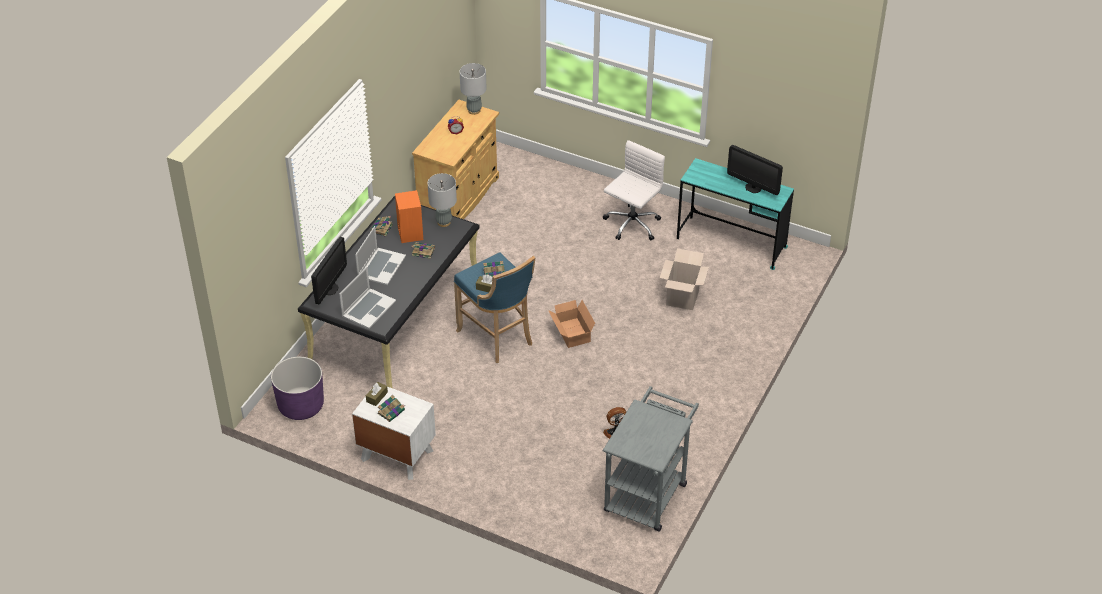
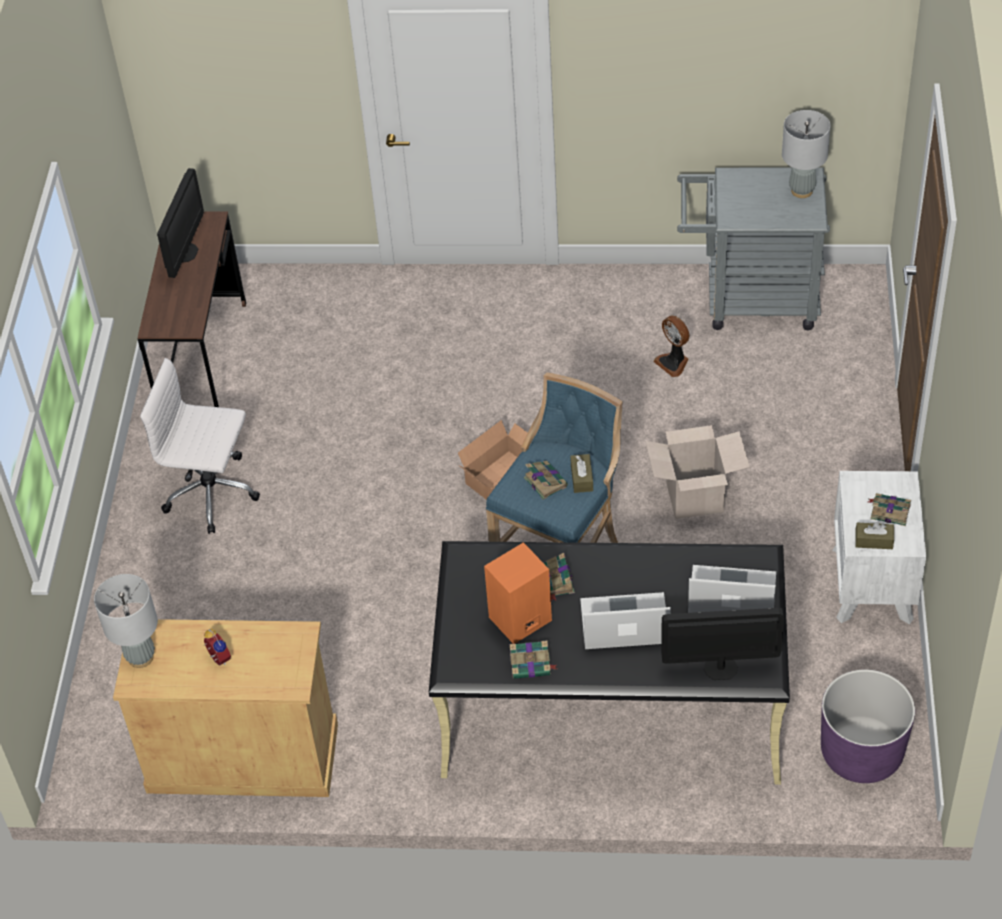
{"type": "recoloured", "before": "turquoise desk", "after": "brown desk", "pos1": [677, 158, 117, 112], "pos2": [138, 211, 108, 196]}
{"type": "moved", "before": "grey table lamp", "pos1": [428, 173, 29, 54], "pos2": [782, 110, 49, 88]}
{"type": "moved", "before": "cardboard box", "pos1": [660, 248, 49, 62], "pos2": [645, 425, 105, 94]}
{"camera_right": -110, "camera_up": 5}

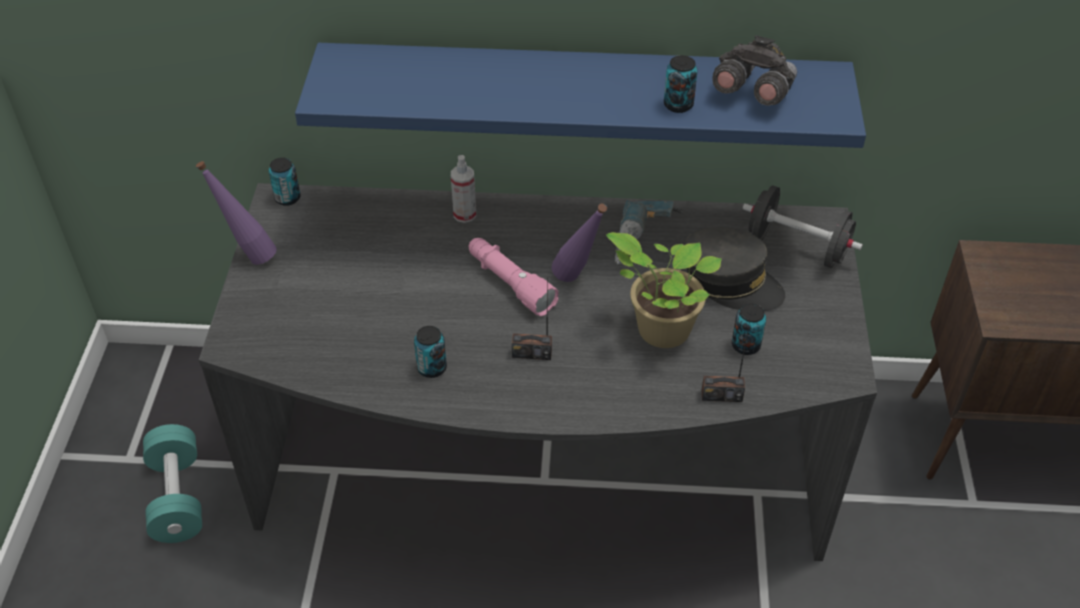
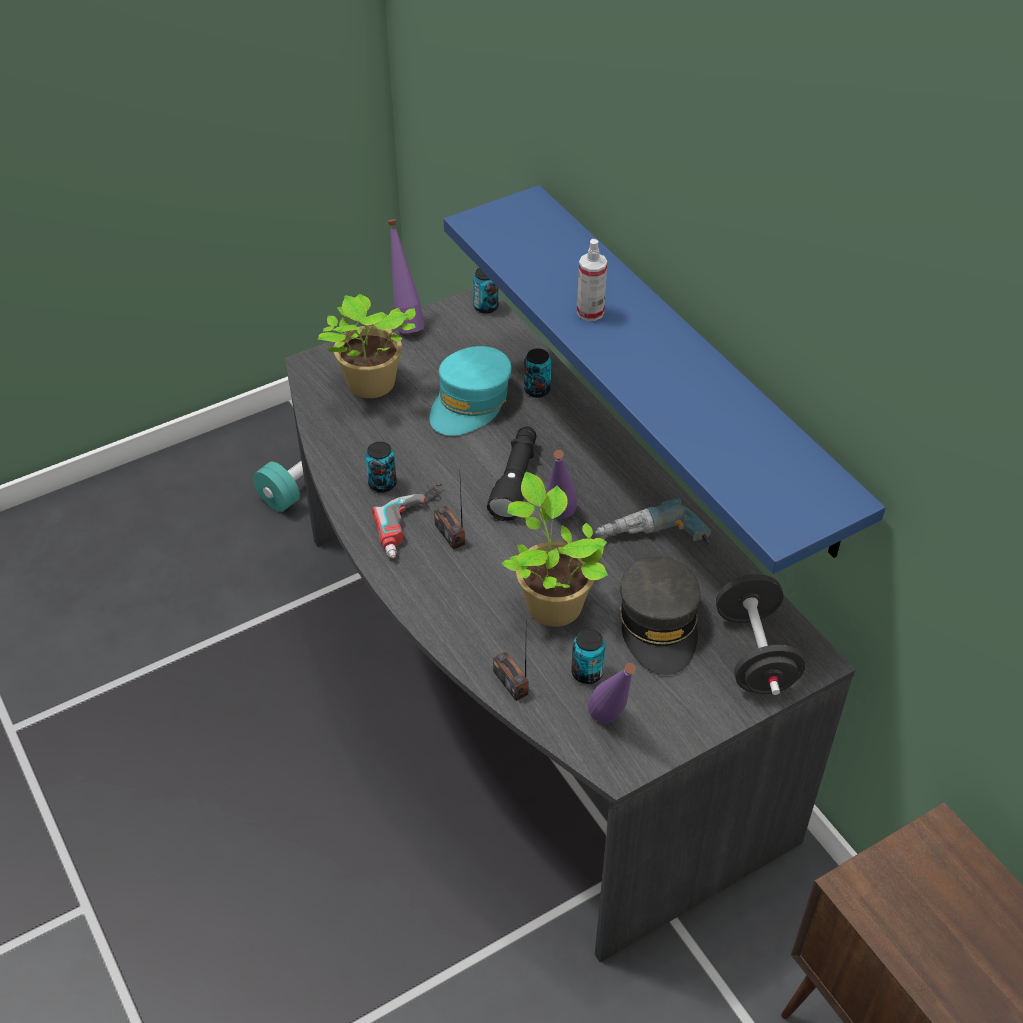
{"type": "removed", "before": "grey binoculars", "pos1": [712, 35, 85, 71]}
{"type": "moved", "before": "can", "pos1": [664, 55, 34, 58], "pos2": [524, 348, 27, 50]}
{"type": "moved", "before": "spray bottle", "pos1": [451, 155, 25, 68], "pos2": [577, 239, 30, 82]}
{"type": "recoloured", "before": "pink flashlight", "after": "black flashlight", "pos1": [469, 238, 90, 78], "pos2": [487, 426, 50, 95]}
{"type": "added", "after": "potted plant", "pos2": [318, 294, 98, 104]}
{"type": "added", "after": "turquoise cap", "pos2": [430, 346, 81, 90]}
{"type": "added", "after": "power drill", "pos2": [372, 483, 70, 75]}
{"type": "added", "after": "purple bottle", "pos2": [588, 663, 48, 60]}
{"camera_right": 55, "camera_up": 0}

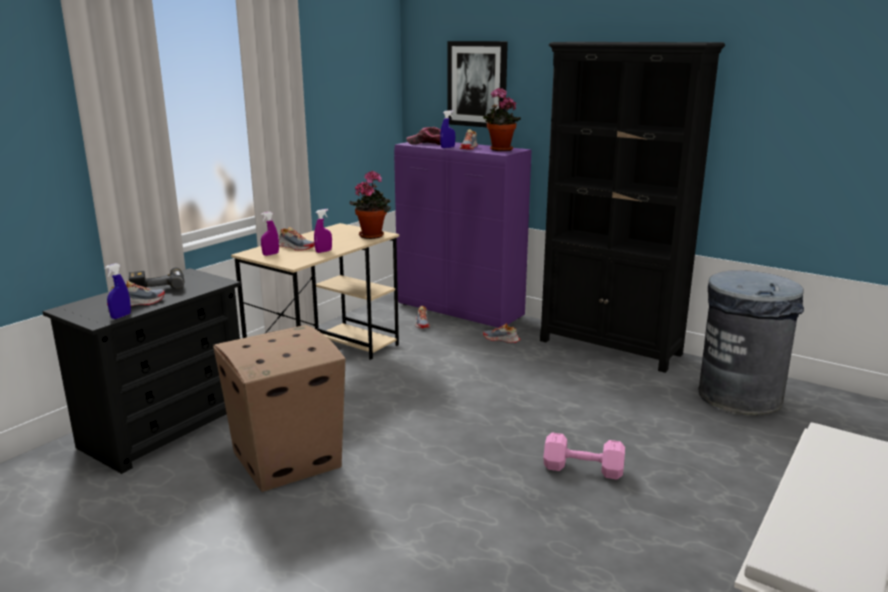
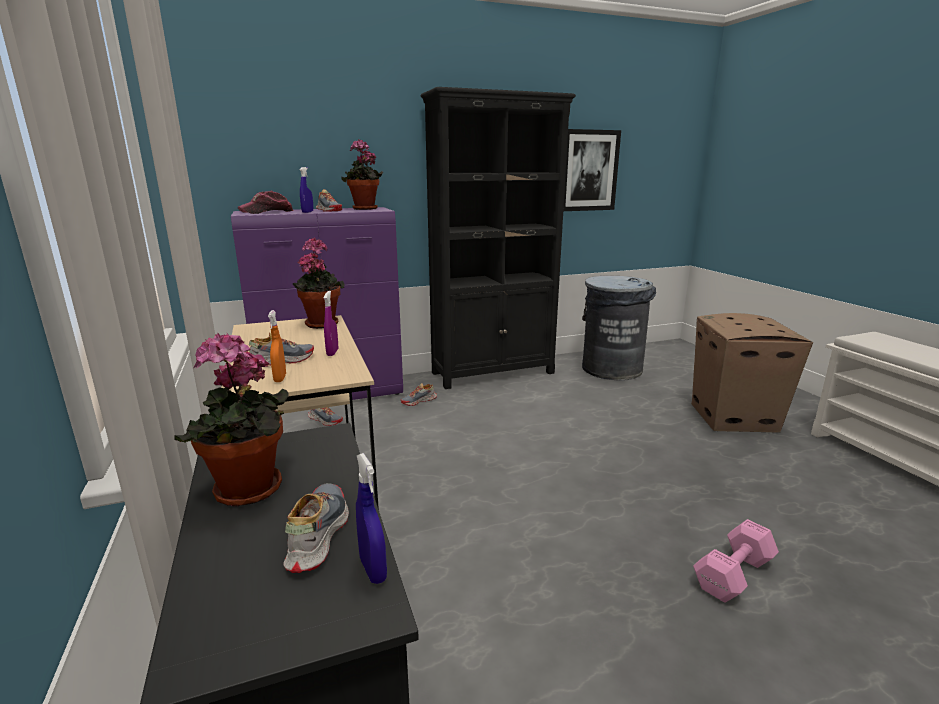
{"type": "moved", "before": "picture", "pos1": [447, 41, 61, 86], "pos2": [563, 129, 58, 82]}
{"type": "recoloured", "before": "purple spray bottle", "after": "orange spray bottle", "pos1": [261, 212, 18, 44], "pos2": [268, 310, 18, 72]}
{"type": "replaced", "before": "power drill", "after": "potted plant", "pos1": [129, 268, 55, 21], "pos2": [174, 333, 115, 174]}
{"type": "moved", "before": "cardboard box", "pos1": [213, 325, 133, 167], "pos2": [691, 313, 122, 120]}
{"type": "moved", "before": "pink dumbbell", "pos1": [543, 432, 82, 48], "pos2": [693, 519, 86, 84]}
{"camera_right": -55, "camera_up": 0}

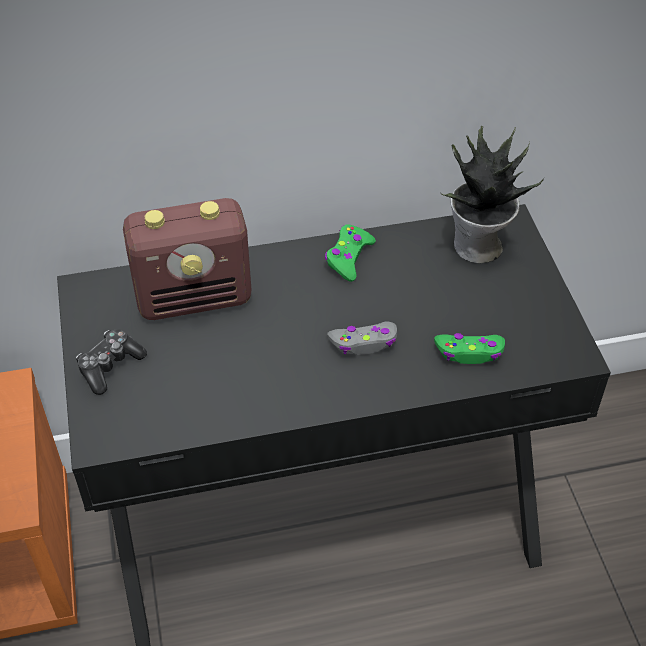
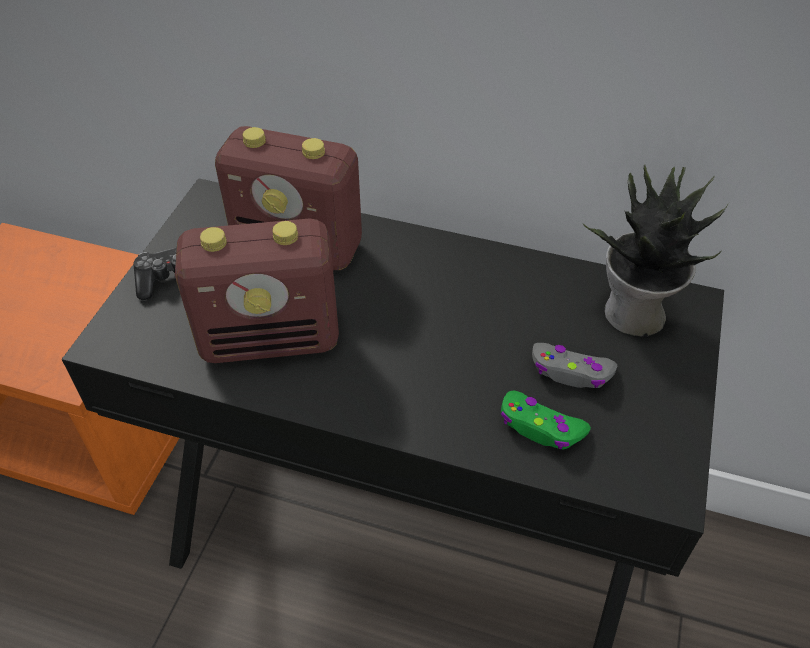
{"type": "removed", "before": "green game controller", "pos1": [325, 224, 51, 58]}
{"type": "moved", "before": "grey game controller", "pos1": [327, 321, 70, 34], "pos2": [532, 343, 85, 45]}
{"type": "added", "after": "radio", "pos2": [175, 219, 164, 144]}
{"camera_right": 30, "camera_up": 0}

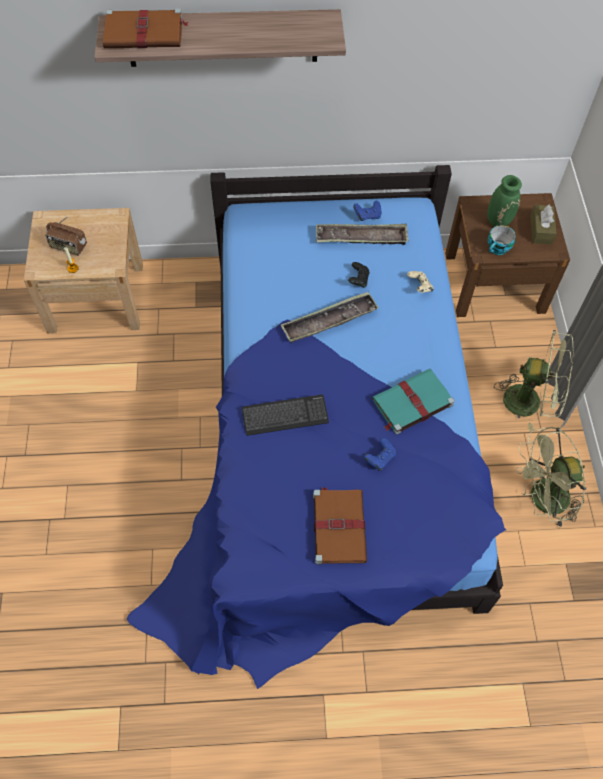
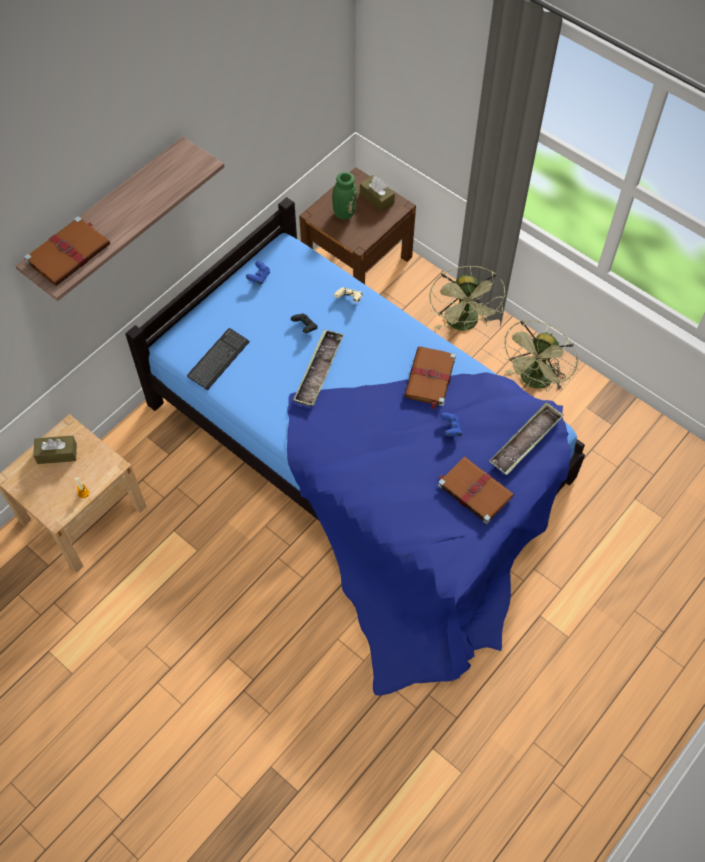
{"type": "removed", "before": "radio", "pos1": [45, 216, 42, 40]}
{"type": "moved", "before": "tray", "pos1": [316, 224, 93, 21], "pos2": [490, 402, 74, 73]}
{"type": "removed", "before": "cup", "pos1": [488, 225, 28, 30]}
{"type": "turned", "before": "green fan", "pos1": [494, 330, 80, 101], "pos2": [429, 265, 76, 66], "turn": 120}
{"type": "recoloured", "before": "turquoise book", "after": "brown book", "pos1": [372, 369, 83, 66], "pos2": [404, 347, 52, 62]}
{"type": "moved", "before": "keyboard", "pos1": [242, 395, 87, 41], "pos2": [187, 328, 63, 62]}
{"type": "added", "after": "brown tissue box", "pos2": [33, 435, 44, 29]}
{"camera_right": -45, "camera_up": 0}

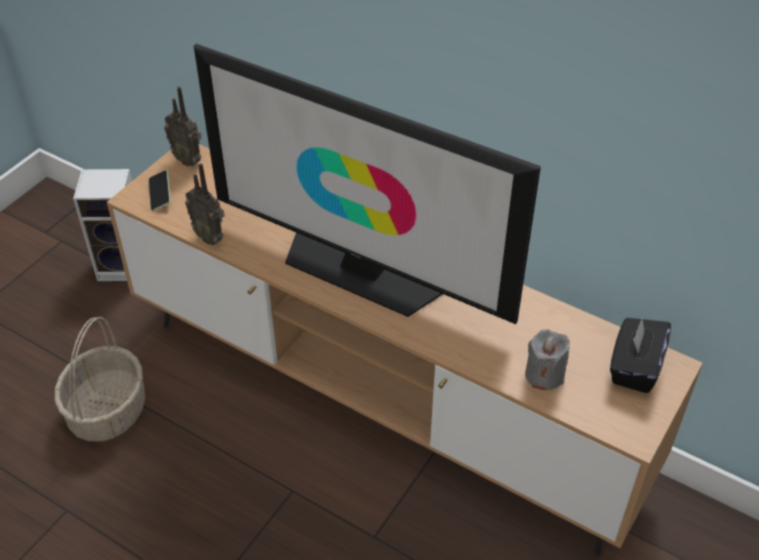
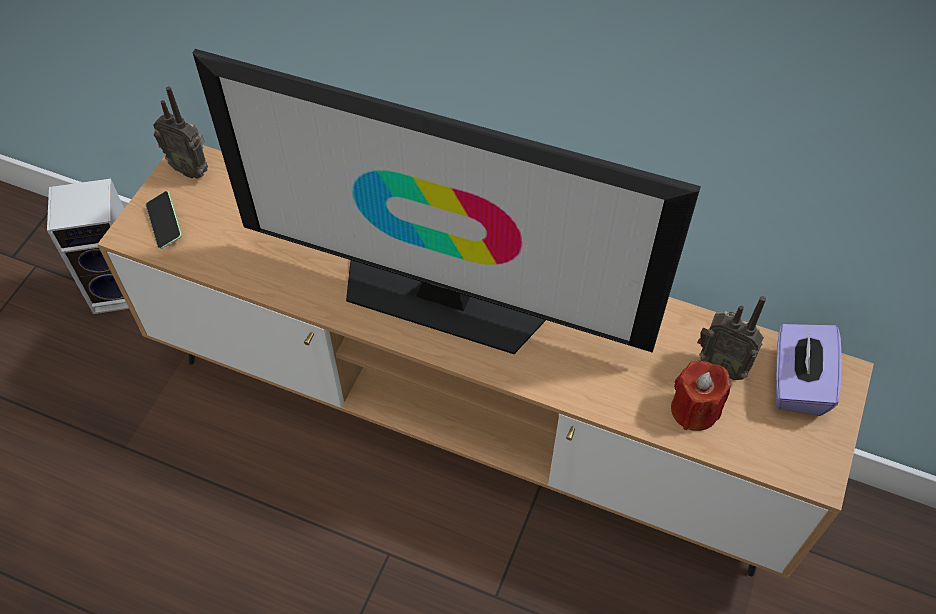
{"type": "moved", "before": "radio", "pos1": [185, 164, 39, 81], "pos2": [697, 296, 69, 84]}
{"type": "removed", "before": "basket", "pos1": [55, 317, 90, 124]}
{"type": "recoloured", "before": "black tissue box", "after": "purple tissue box", "pos1": [610, 318, 61, 75], "pos2": [776, 324, 66, 92]}
{"type": "recoloured", "before": "grey candle", "after": "red candle", "pos1": [525, 329, 45, 61], "pos2": [671, 360, 59, 71]}
{"camera_right": -10, "camera_up": 10}

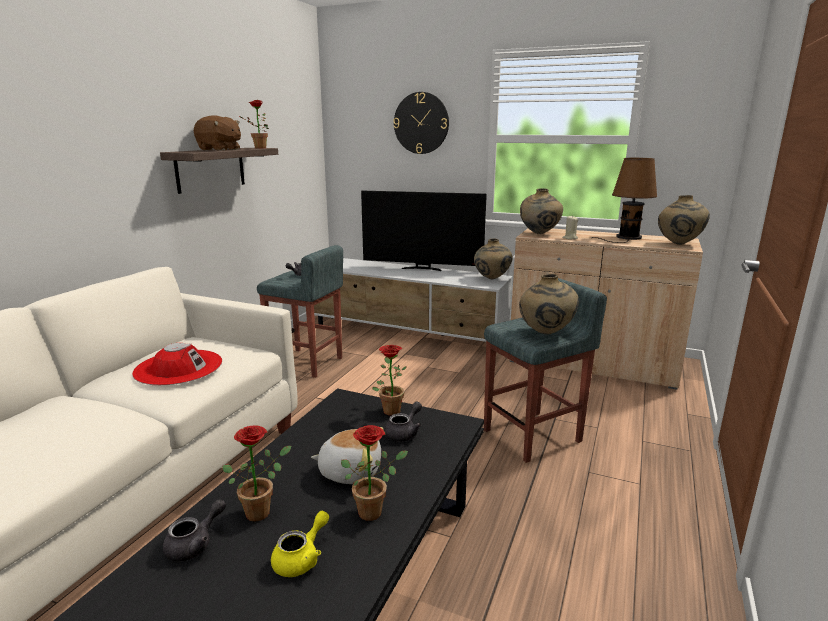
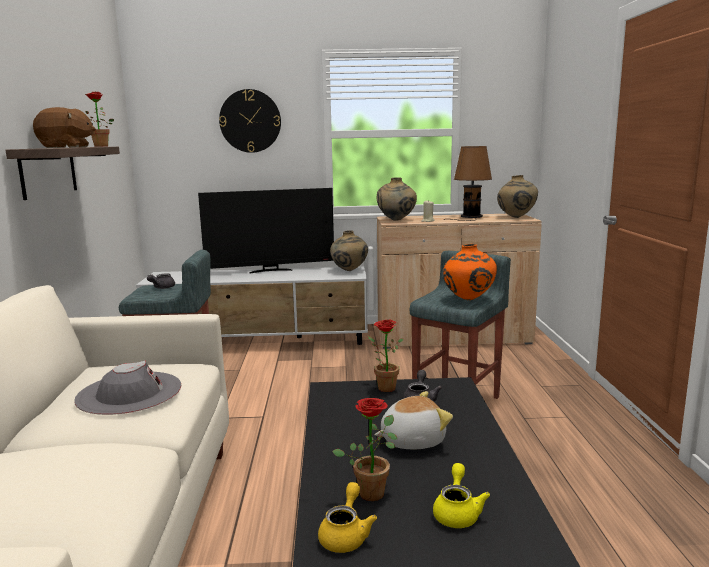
{"type": "recoloured", "before": "beige vase", "after": "orange vase", "pos1": [519, 274, 60, 61], "pos2": [443, 244, 54, 56]}
{"type": "recoloured", "before": "red hat", "after": "grey hat", "pos1": [132, 343, 90, 42], "pos2": [74, 361, 108, 54]}
{"type": "removed", "before": "potted plant", "pos1": [341, 425, 67, 96]}
{"type": "recoloured", "before": "grey teapot", "after": "yellow teapot", "pos1": [163, 499, 63, 63], "pos2": [318, 482, 59, 71]}
{"camera_right": -25, "camera_up": -5}

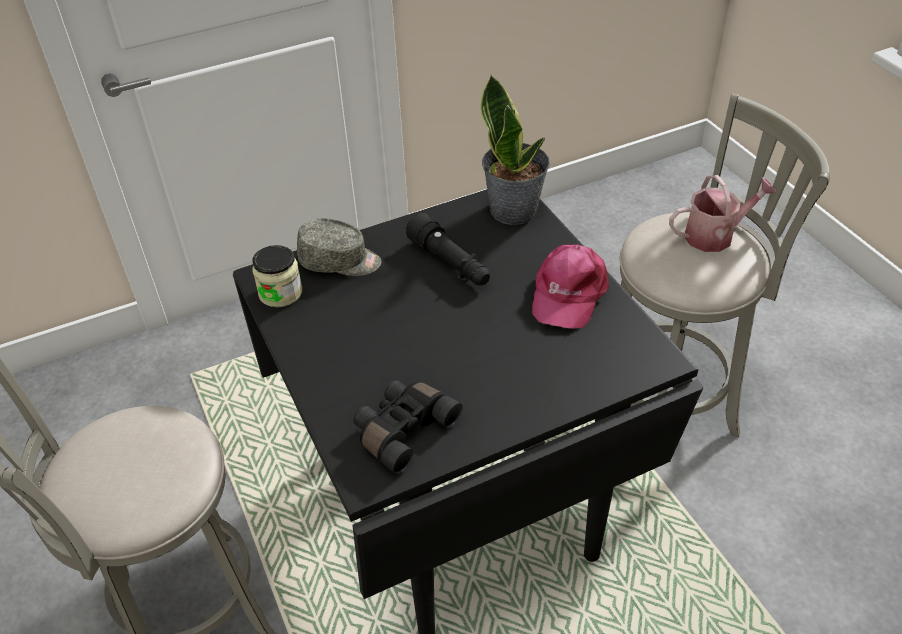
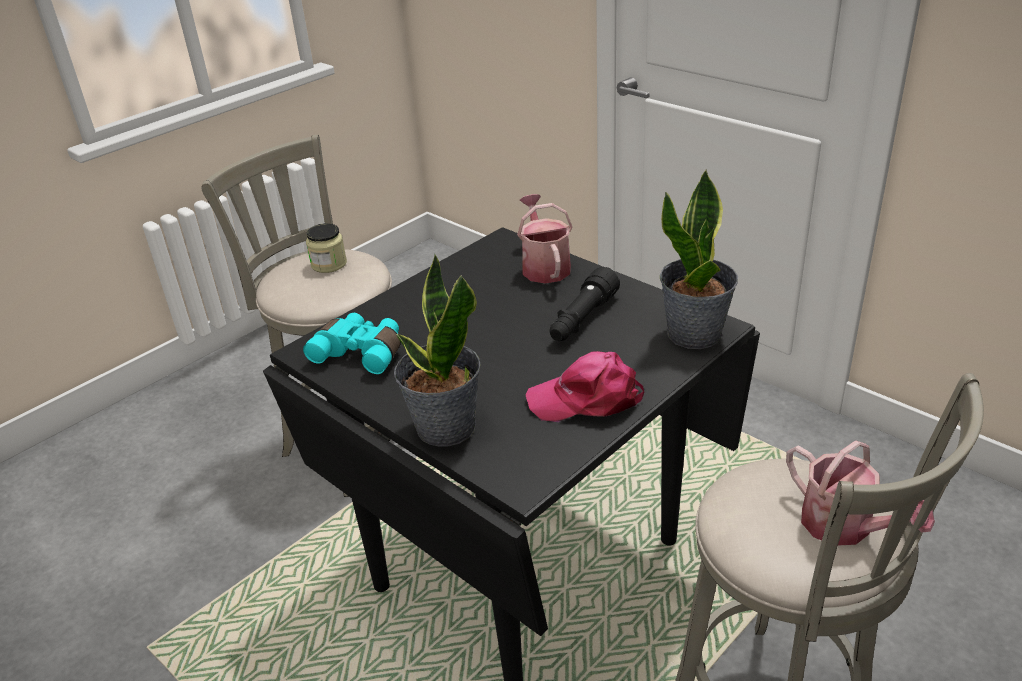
{"type": "replaced", "before": "grey cap", "after": "watering can", "pos1": [297, 218, 85, 58], "pos2": [517, 194, 56, 90]}
{"type": "moved", "before": "jar", "pos1": [252, 245, 50, 62], "pos2": [306, 223, 41, 50]}
{"type": "recoloured", "before": "black binoculars", "after": "turquoise binoculars", "pos1": [354, 380, 109, 94], "pos2": [303, 313, 98, 61]}
{"type": "added", "after": "potted plant", "pos2": [394, 255, 86, 192]}
{"camera_right": 70, "camera_up": -10}

